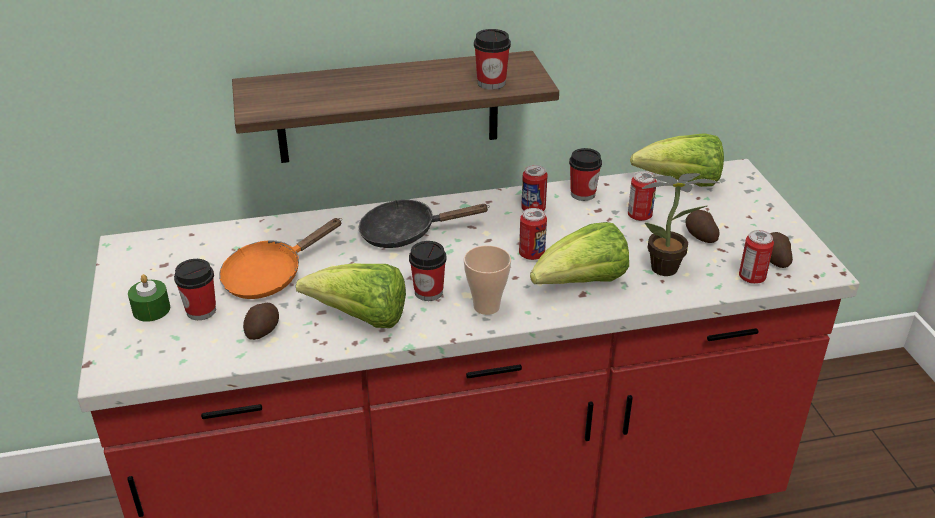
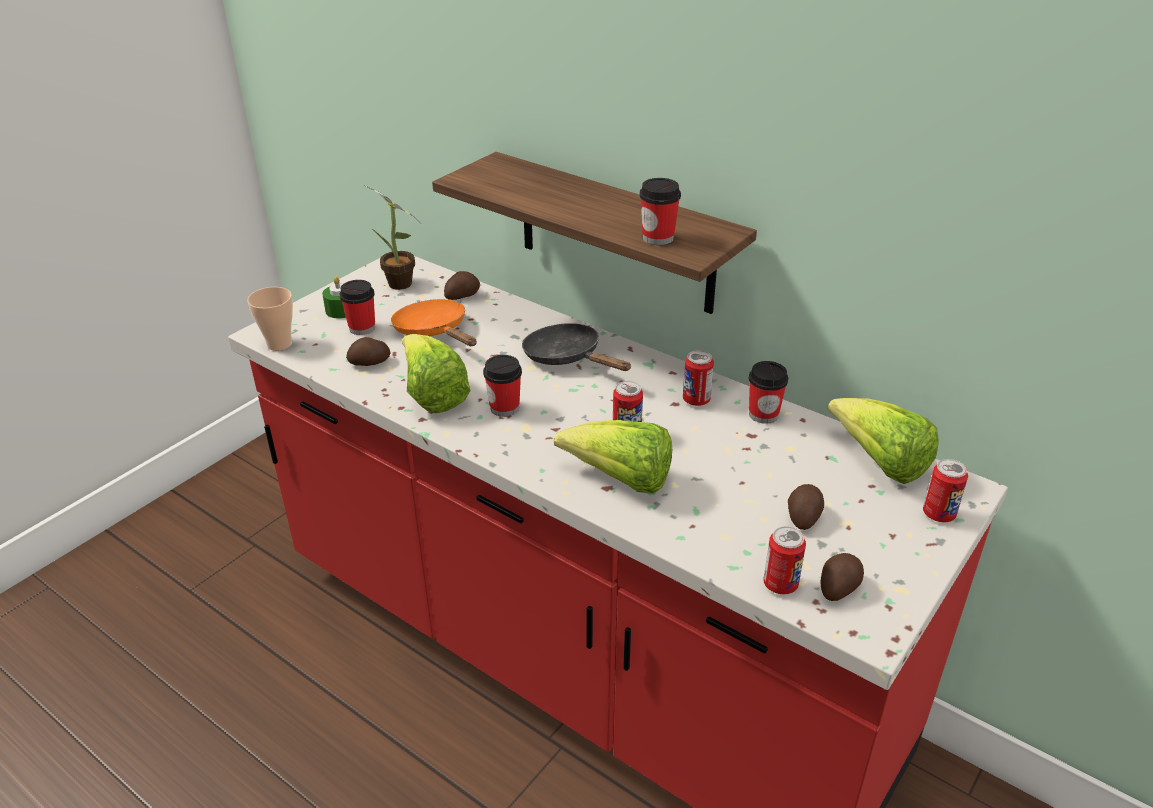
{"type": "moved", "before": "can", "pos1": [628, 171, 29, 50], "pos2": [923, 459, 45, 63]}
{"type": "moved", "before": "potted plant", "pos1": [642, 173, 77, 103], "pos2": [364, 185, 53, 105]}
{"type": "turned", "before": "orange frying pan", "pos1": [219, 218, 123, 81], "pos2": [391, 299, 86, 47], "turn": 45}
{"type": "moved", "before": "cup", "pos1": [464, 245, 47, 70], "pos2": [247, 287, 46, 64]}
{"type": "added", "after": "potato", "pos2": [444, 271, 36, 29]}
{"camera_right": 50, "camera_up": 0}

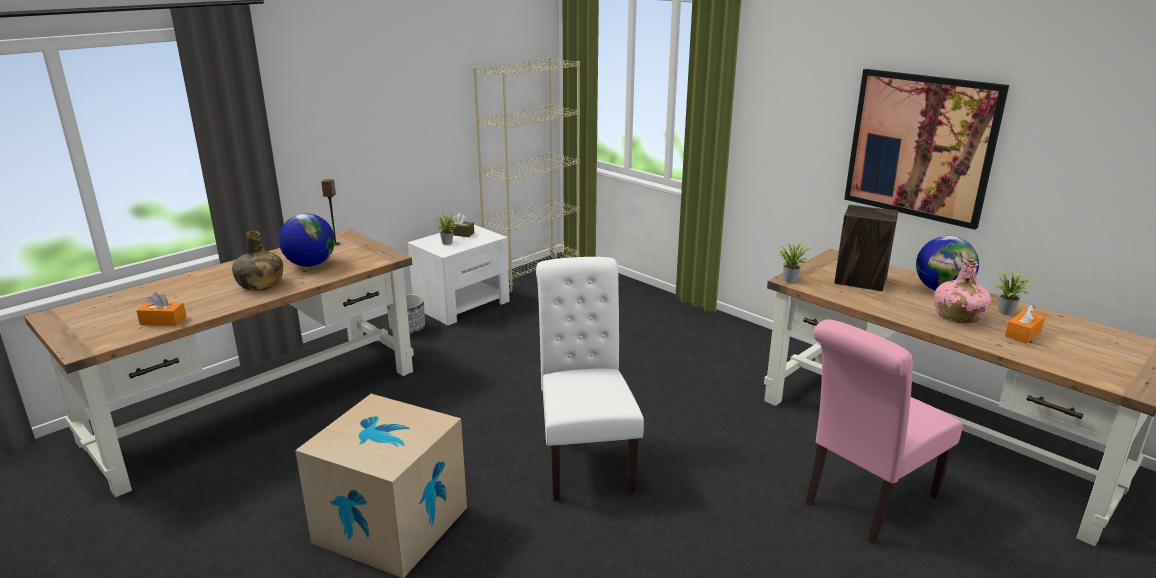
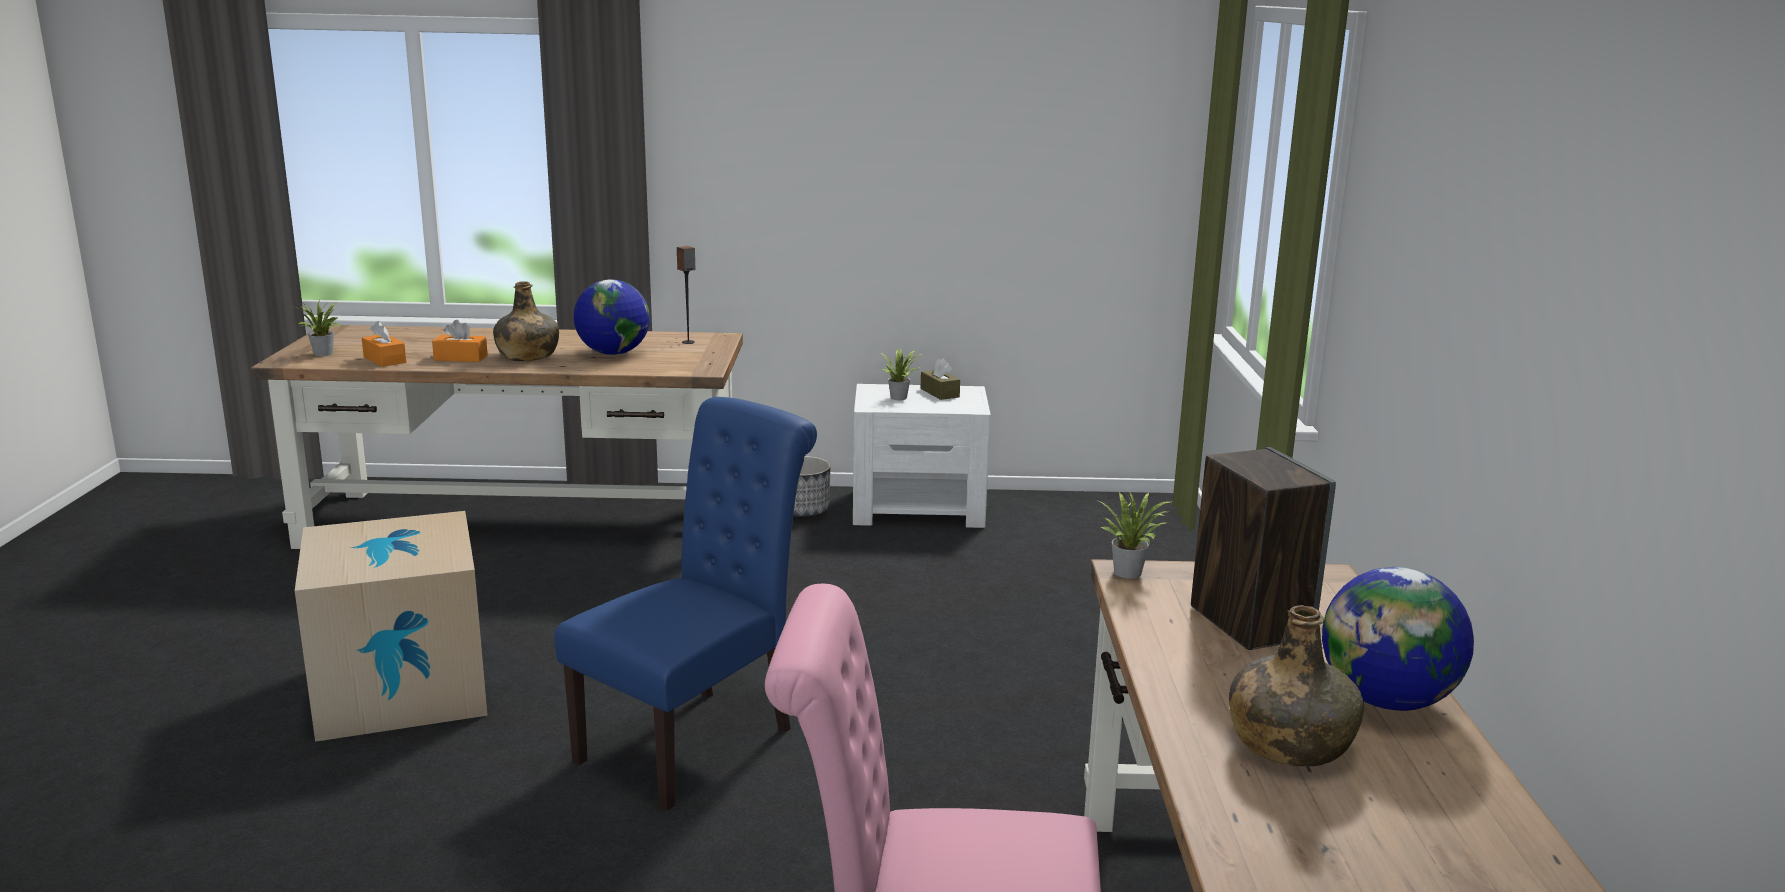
{"type": "removed", "before": "beige bookcase", "pos1": [473, 57, 107, 236]}
{"type": "removed", "before": "picture", "pos1": [844, 69, 165, 161]}
{"type": "recoloured", "before": "white chair", "after": "blue chair", "pos1": [536, 257, 108, 244], "pos2": [554, 397, 263, 414]}
{"type": "recoloured", "before": "pink bottle", "after": "green bottle", "pos1": [934, 259, 57, 64], "pos2": [1229, 605, 135, 161]}
{"type": "moved", "before": "potted plant", "pos1": [994, 271, 40, 44], "pos2": [294, 299, 45, 57]}
{"type": "moved", "before": "orange tissue box", "pos1": [1005, 304, 40, 39], "pos2": [432, 320, 56, 42]}
{"camera_right": 45, "camera_up": -5}

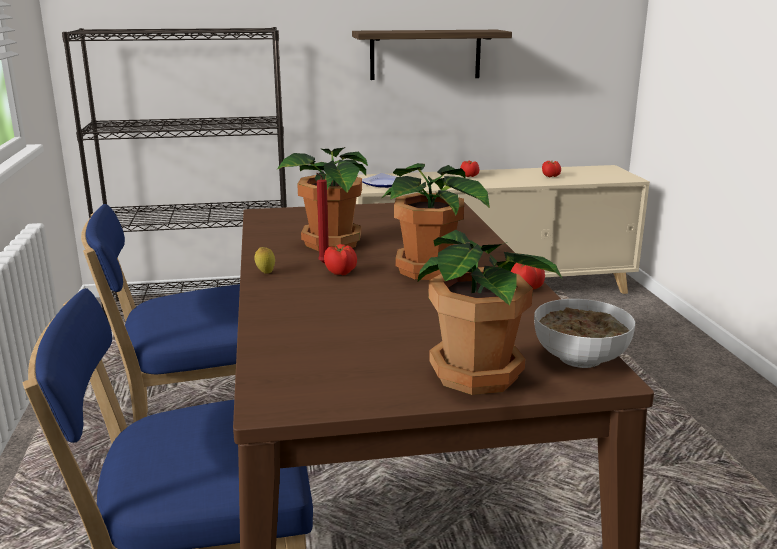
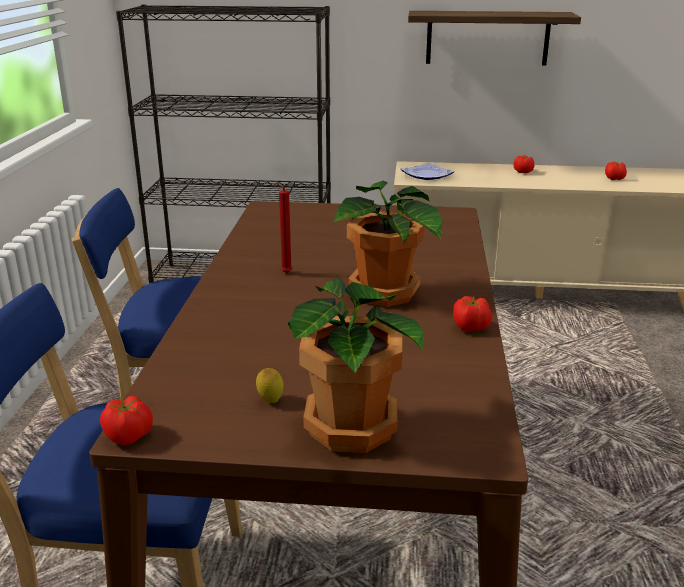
{"type": "removed", "before": "potted plant", "pos1": [277, 147, 91, 104]}
{"type": "moved", "before": "tomato", "pos1": [324, 244, 33, 31], "pos2": [100, 396, 53, 49]}
{"type": "moved", "before": "lemon", "pos1": [254, 247, 21, 27], "pos2": [256, 368, 27, 35]}
{"type": "removed", "before": "bowl", "pos1": [534, 299, 101, 69]}
{"camera_right": 15, "camera_up": 5}

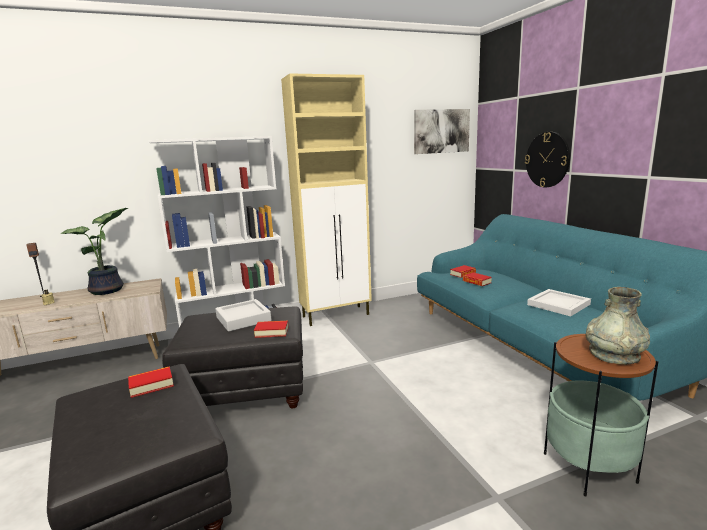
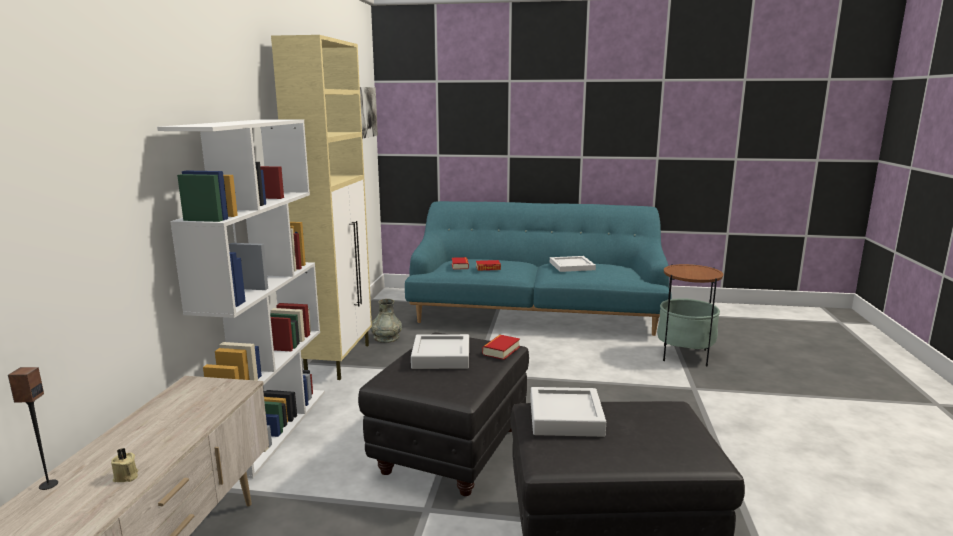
{"type": "removed", "before": "wall clock", "pos1": [525, 132, 45, 56]}
{"type": "removed", "before": "potted plant", "pos1": [60, 208, 68, 87]}
{"type": "moved", "before": "grey vase", "pos1": [586, 287, 64, 78], "pos2": [370, 299, 32, 44]}
{"type": "replaced", "before": "book", "after": "grey tray", "pos1": [128, 366, 46, 32], "pos2": [530, 387, 76, 50]}
{"camera_right": -60, "camera_up": 0}

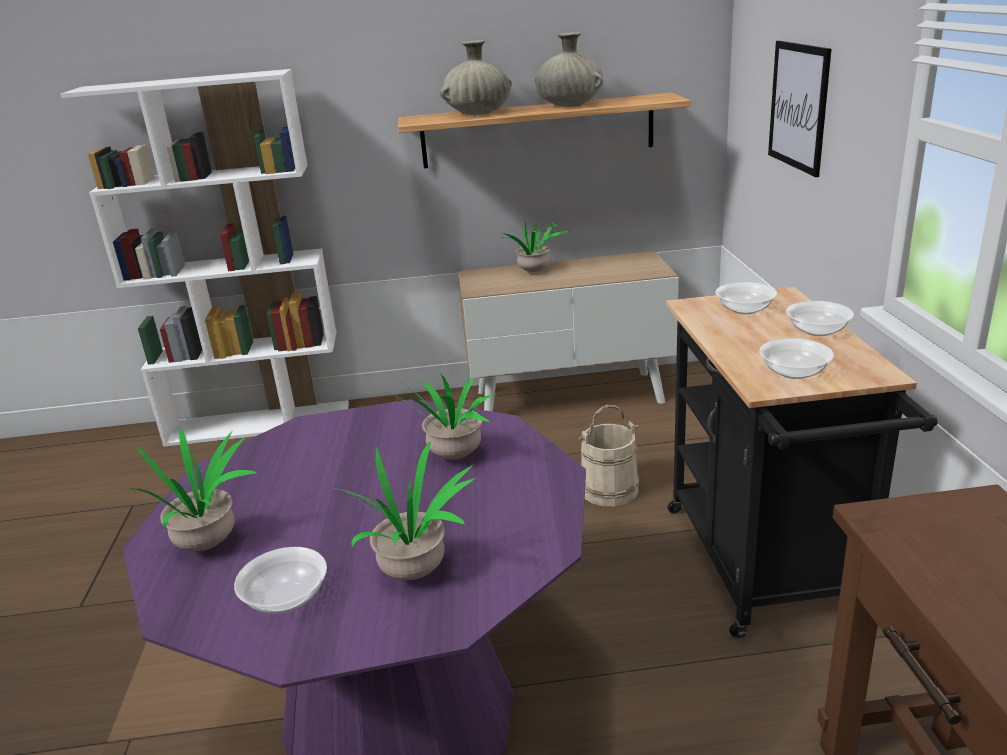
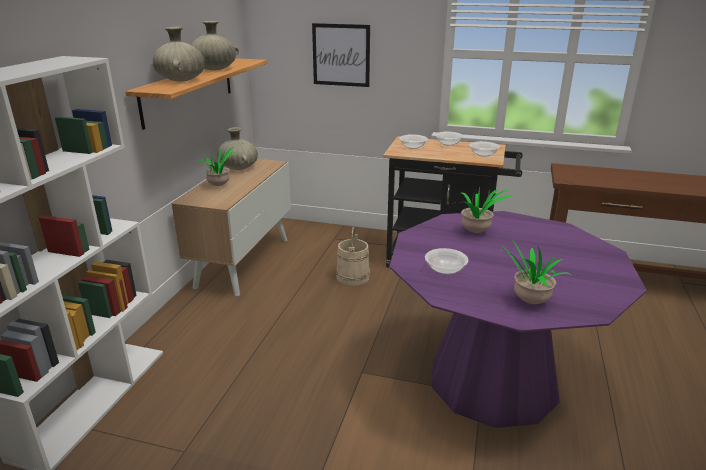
{"type": "removed", "before": "potted plant", "pos1": [334, 442, 142, 138]}
{"type": "moved", "before": "bowl", "pos1": [234, 547, 93, 66], "pos2": [425, 248, 43, 27]}
{"type": "added", "after": "beige vase", "pos2": [217, 127, 41, 43]}
{"camera_right": -70, "camera_up": 0}

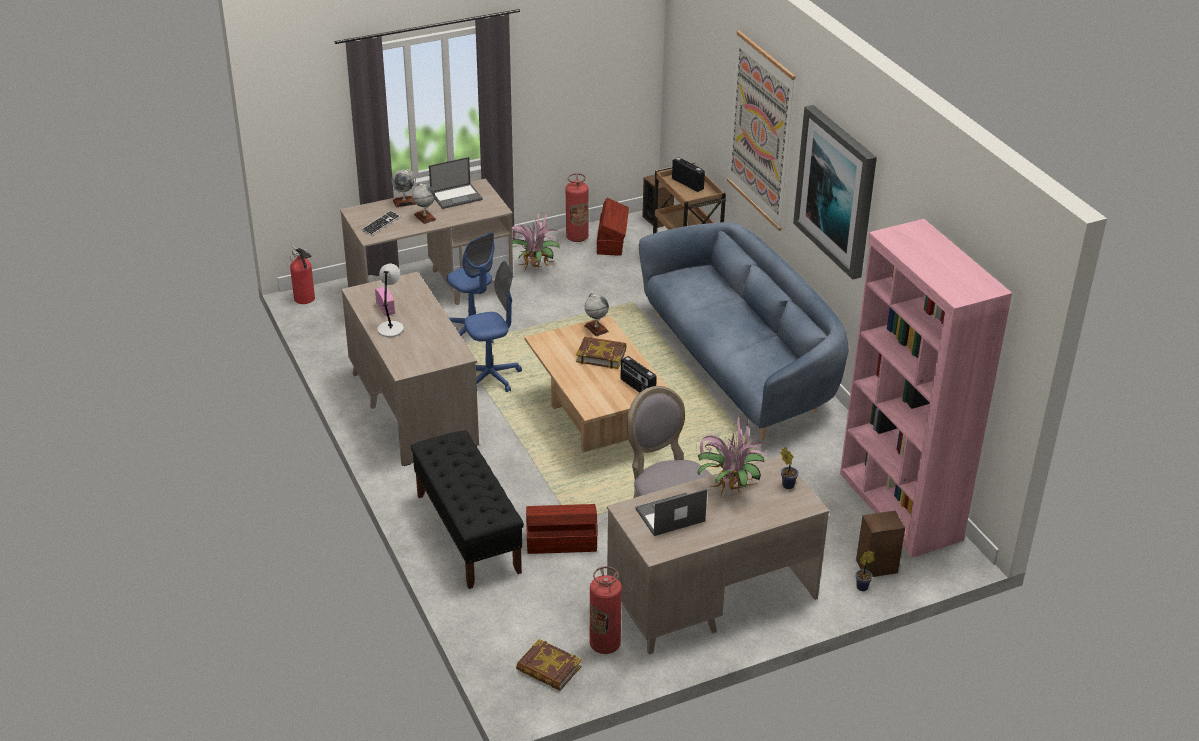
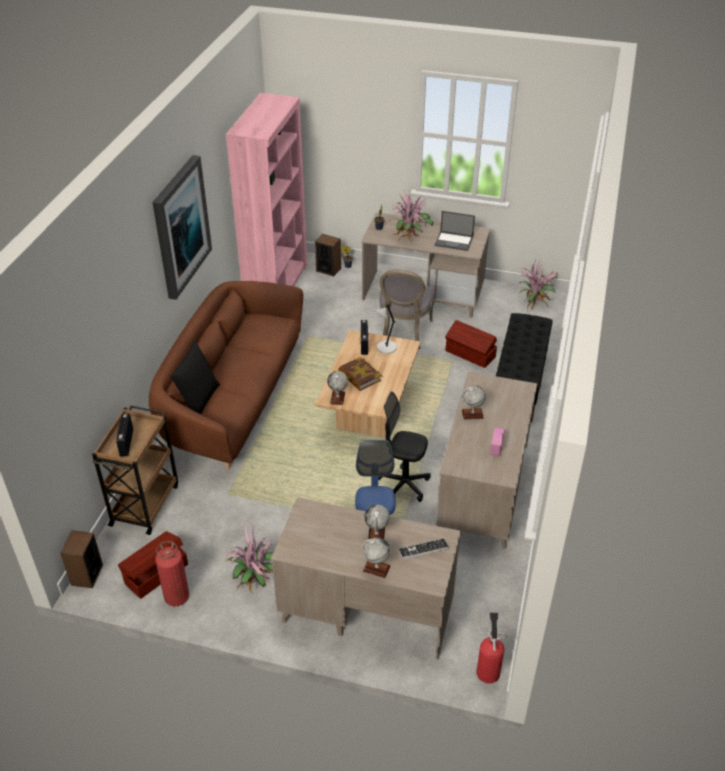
{"type": "removed", "before": "picture", "pos1": [727, 31, 69, 200]}
{"type": "removed", "before": "laptop", "pos1": [429, 157, 54, 52]}
{"type": "recoloured", "before": "blue sofa", "after": "brown sofa", "pos1": [639, 222, 210, 218], "pos2": [149, 281, 154, 189]}
{"type": "recoloured", "before": "blue office chair", "after": "black office chair", "pos1": [464, 261, 58, 131], "pos2": [378, 391, 52, 111]}
{"type": "moved", "before": "grey table lamp", "pos1": [377, 263, 27, 74], "pos2": [375, 304, 22, 50]}
{"type": "removed", "before": "fire extinguisher", "pos1": [590, 566, 32, 88]}
{"type": "replaced", "before": "book", "after": "potted plant", "pos1": [516, 639, 66, 52], "pos2": [518, 261, 40, 49]}
{"type": "added", "after": "black pillow", "pos2": [170, 340, 50, 74]}
{"type": "added", "after": "globe", "pos2": [462, 385, 24, 34]}
{"camera_right": -140, "camera_up": 5}

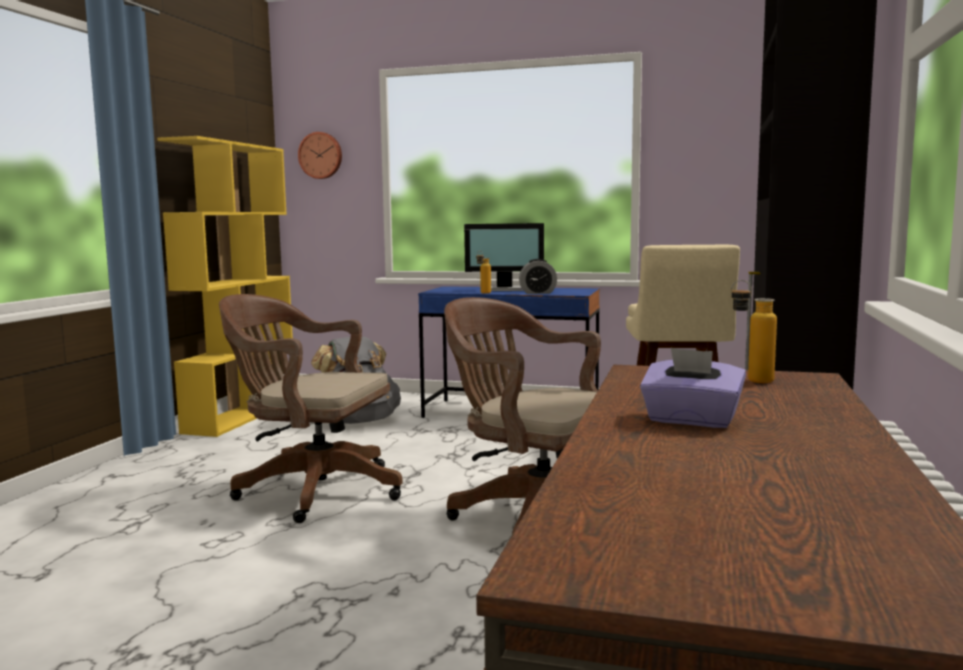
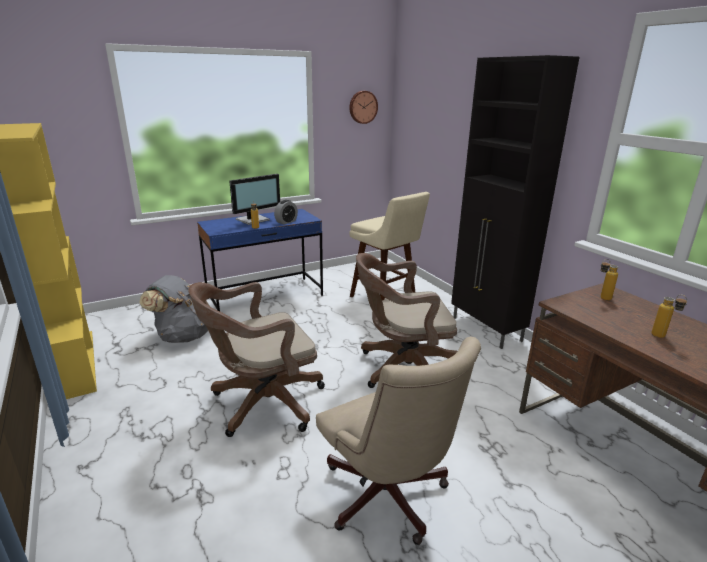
{"type": "moved", "before": "wall clock", "pos1": [298, 132, 44, 47], "pos2": [349, 91, 29, 33]}
{"type": "replaced", "before": "purple tissue box", "after": "bottle", "pos1": [640, 348, 106, 80], "pos2": [651, 295, 36, 43]}
{"type": "added", "after": "beige office chair", "pos2": [316, 337, 165, 208]}
{"camera_right": -45, "camera_up": 15}

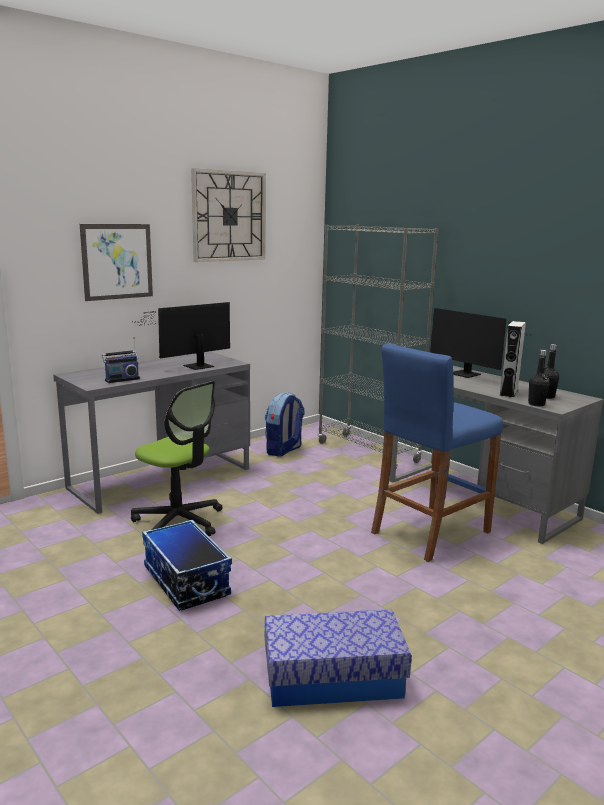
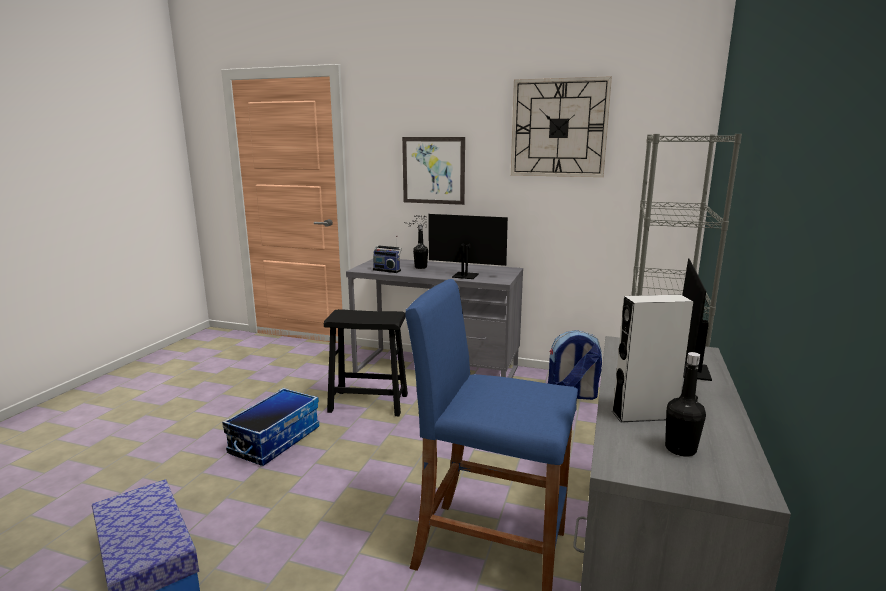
{"type": "moved", "before": "black bottle", "pos1": [528, 350, 22, 56], "pos2": [413, 225, 15, 44]}
{"type": "replaced", "before": "office chair", "after": "black stool", "pos1": [131, 381, 91, 155], "pos2": [324, 309, 84, 107]}
{"camera_right": 60, "camera_up": 0}

